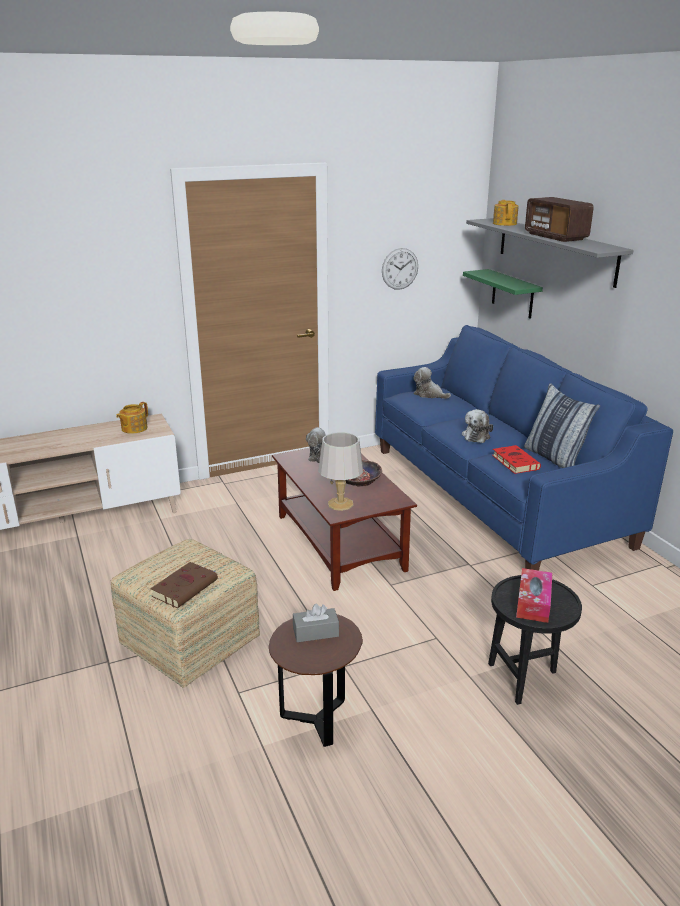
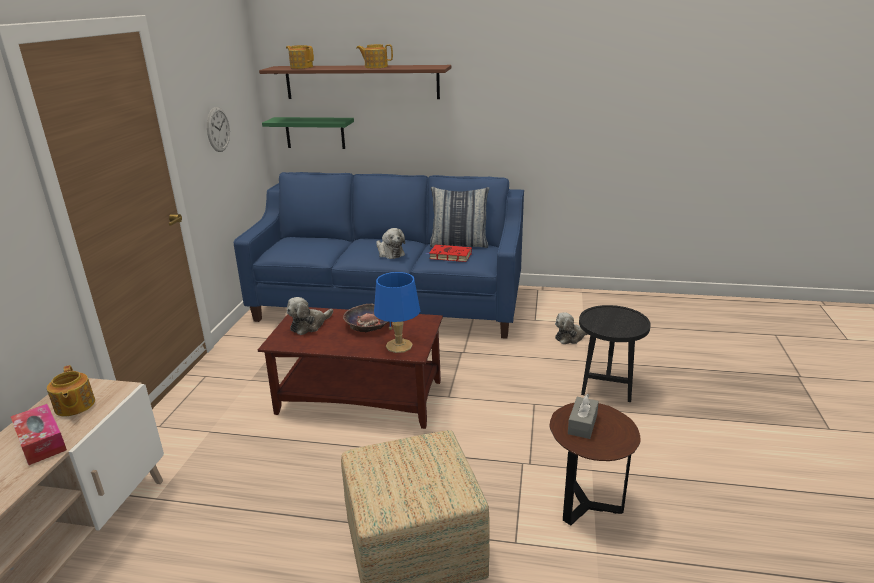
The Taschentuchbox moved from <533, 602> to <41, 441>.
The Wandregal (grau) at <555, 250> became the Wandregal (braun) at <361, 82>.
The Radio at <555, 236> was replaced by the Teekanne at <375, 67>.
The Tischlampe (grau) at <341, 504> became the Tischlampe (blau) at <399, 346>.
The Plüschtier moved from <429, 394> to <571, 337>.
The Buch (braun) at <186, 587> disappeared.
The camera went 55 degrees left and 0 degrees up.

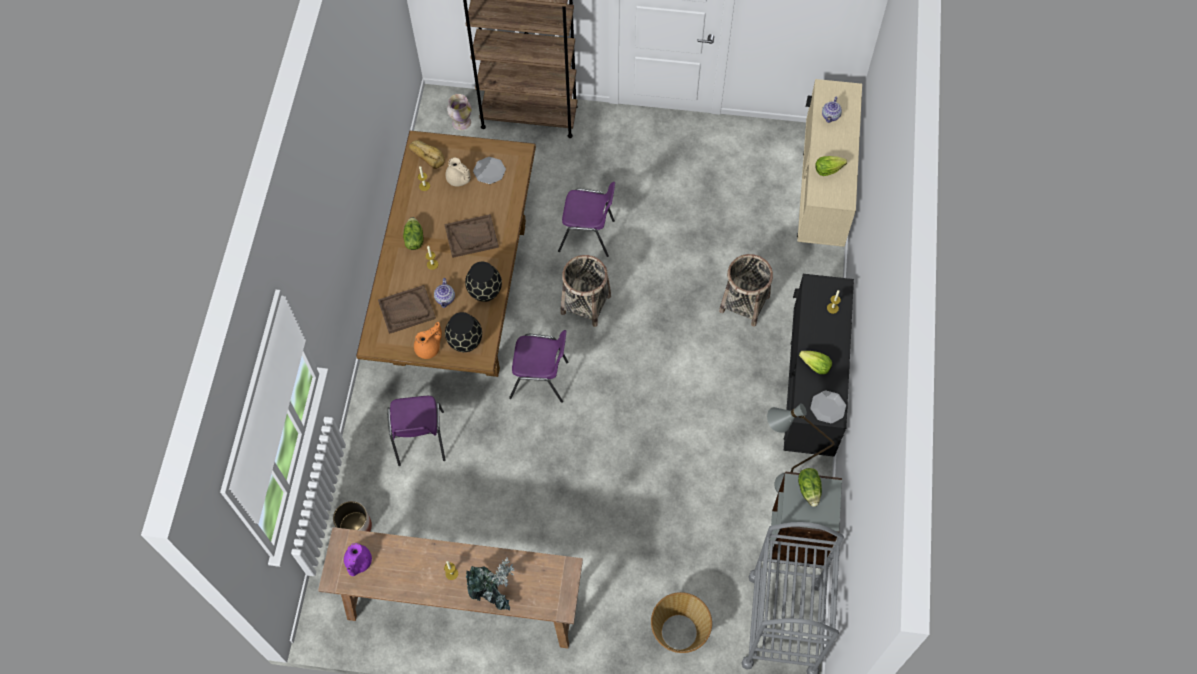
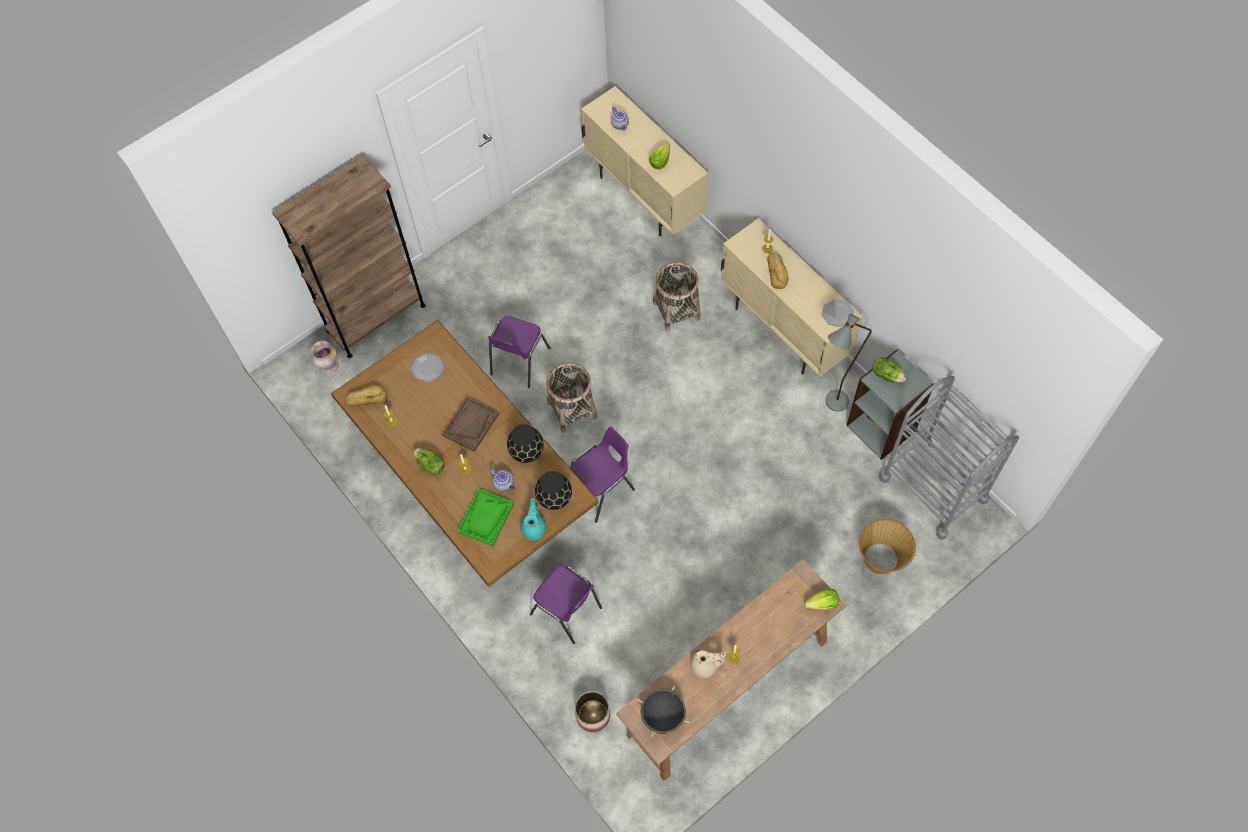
The Tablett (braun) at <406, 310> became the Tablett (grün) at <486, 518>.
The Stuhl (lila) at <588, 236> turned 150 degrees clockwise.
The Teekanne (orange) at <429, 348> became the Teekanne (türkis) at <534, 528>.
The Teekanne (lila) at <358, 562> was replaced by the Kochtopf (schwarz) at <663, 717>.
The Teekanne (beige) moved from <459, 179> to <705, 666>.
The Schrank (schwarz) at <809, 394> became the Schrank (beige) at <783, 330>.
The Brot at <777, 272> appeared.
The Salatkopf moved from <815, 366> to <822, 603>.
The Topfpflanze at <493, 593> disappeared.
The camera went 45 degrees left and 0 degrees up.

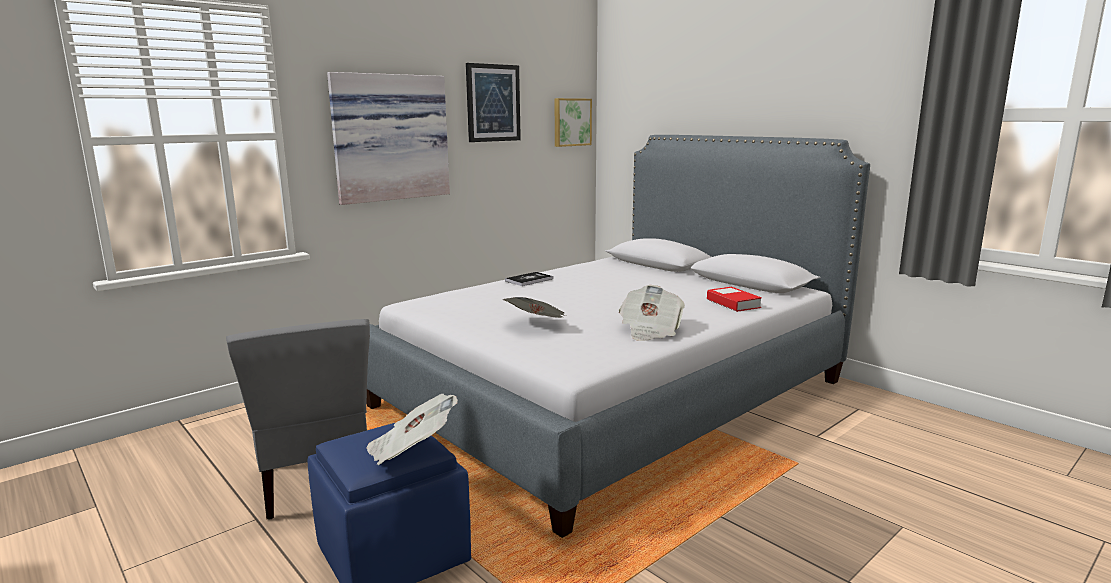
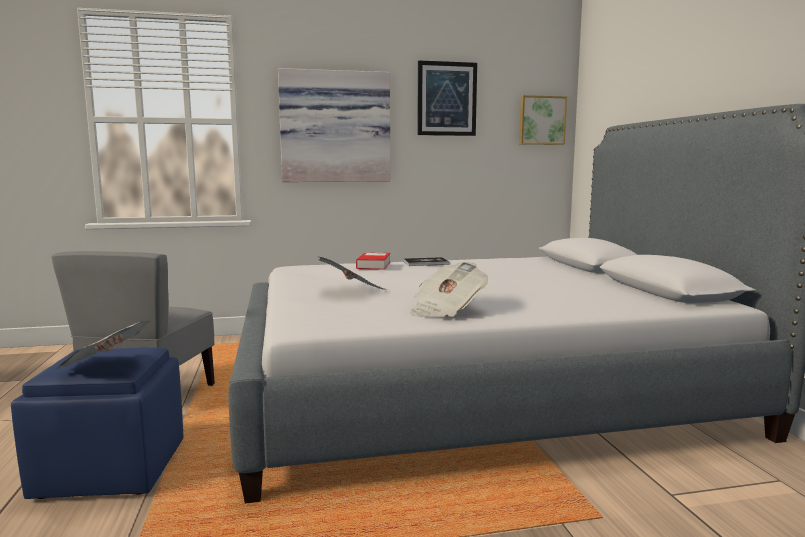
The Buch moved from <733, 303> to <373, 265>.
The camera went 30 degrees right and 5 degrees down.

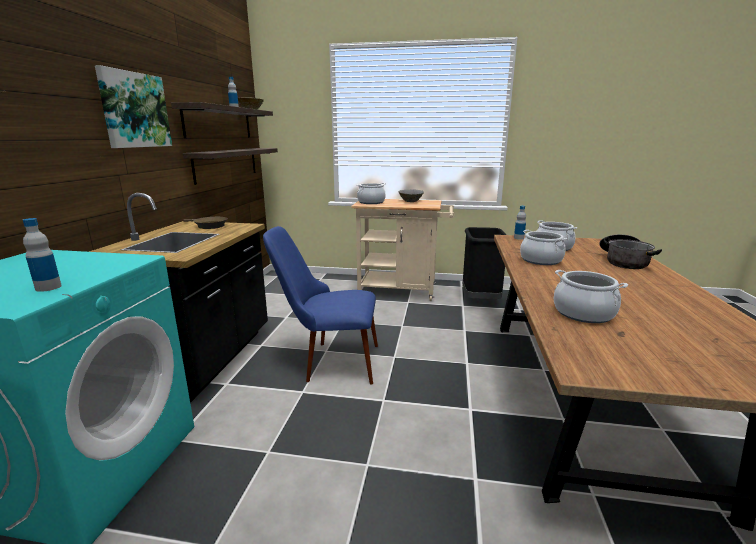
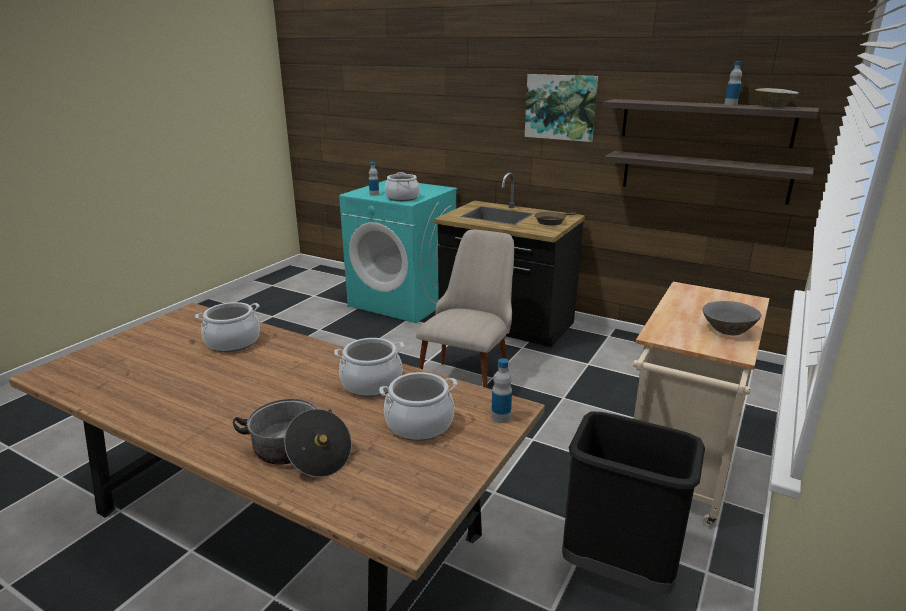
The Kochtopf moved from <371, 202> to <402, 198>.
The Stuhl (blau) at <328, 361> became the Stuhl (beige) at <469, 376>.
The camera went 110 degrees right and 5 degrees up.

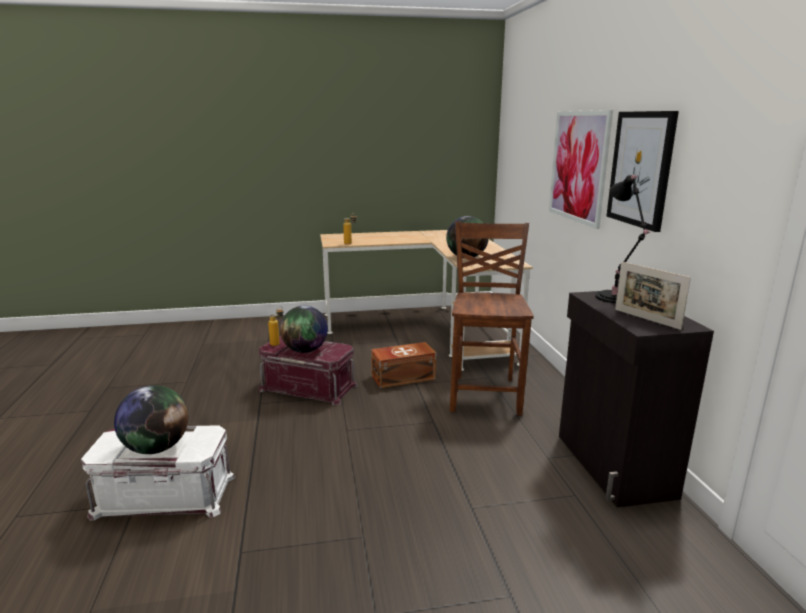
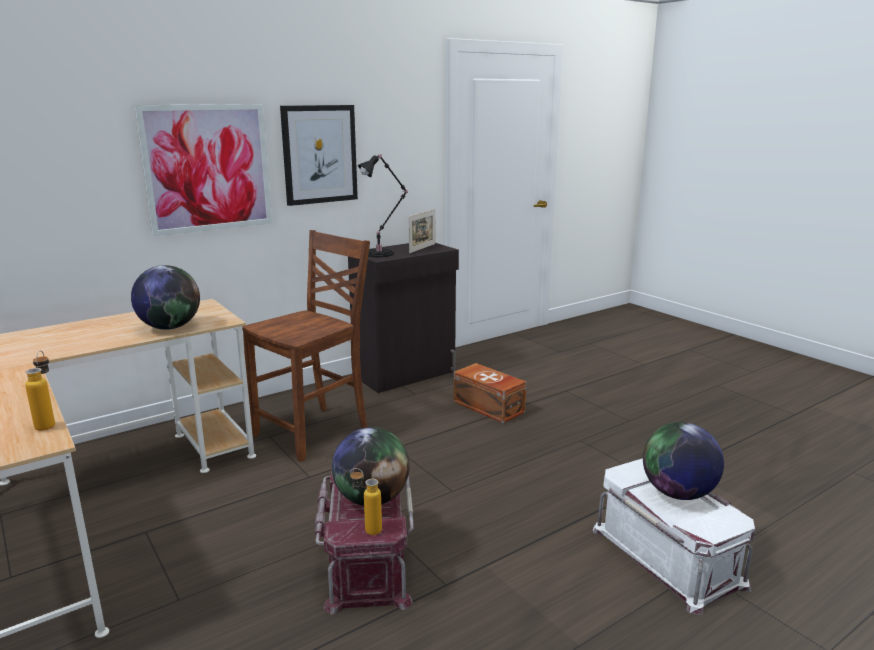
The Stuhl (braun) at <485, 394> turned 150 degrees clockwise.
The Aufbewahrungsbox (braun) moved from <402, 377> to <488, 407>.
The camera went 115 degrees left and 0 degrees up.

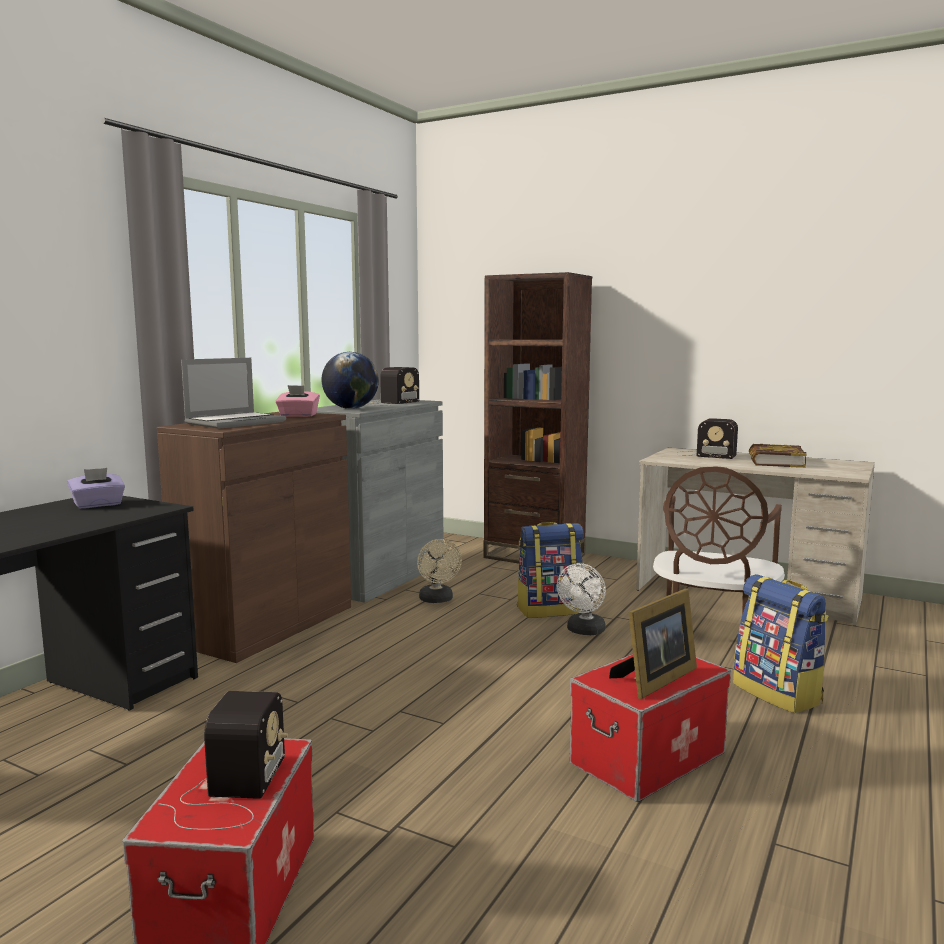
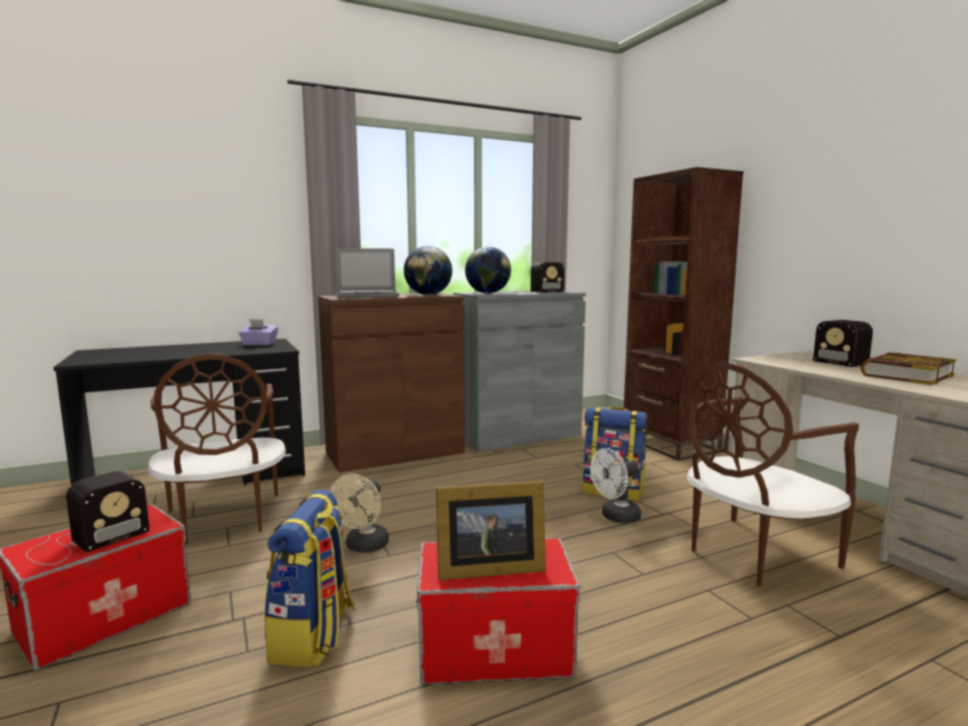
The Stuhl (braun) at <224, 520> appeared.
The Rucksack moved from <778, 693> to <313, 636>.
The Ventilator (beige) moved from <437, 600> to <364, 547>.
The Taschentuchbox (rosa) at <298, 415> was replaced by the Globus at <428, 295>.
The camera went 35 degrees right and 0 degrees up.

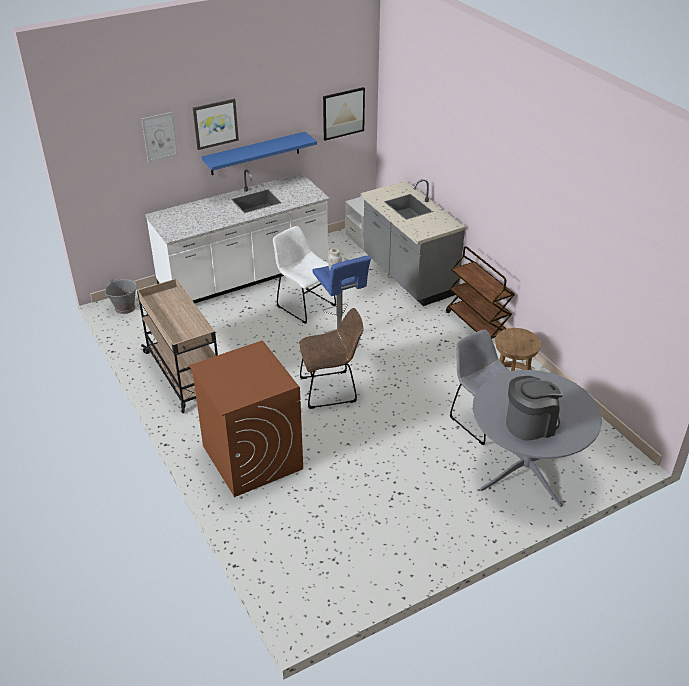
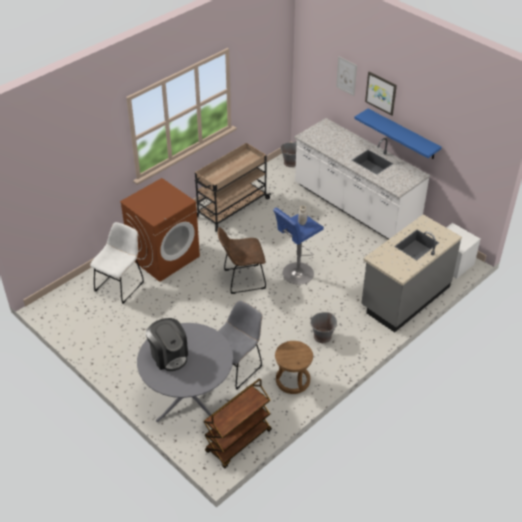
The Stuhl (weiß) moved from <304, 305> to <121, 285>.
The Rollwagen (braun) moved from <477, 325> to <238, 442>.
The Stuhl (braun) at <331, 389> turned 105 degrees clockwise.
The Eimer (grau) at <322, 336> appeared.
The Bild at <343, 113> disappeared.
The camera went 75 degrees right and 5 degrees up.

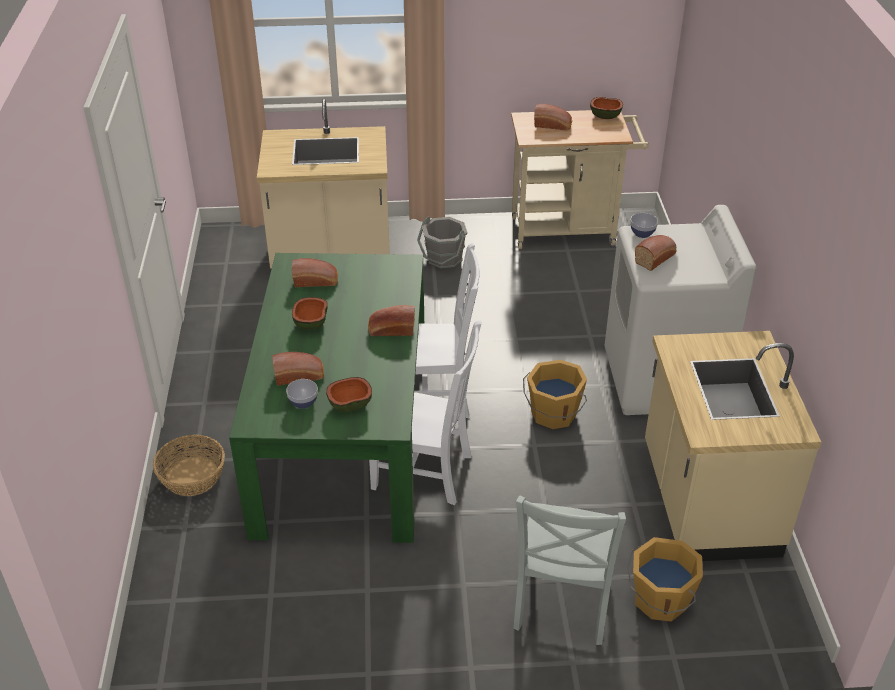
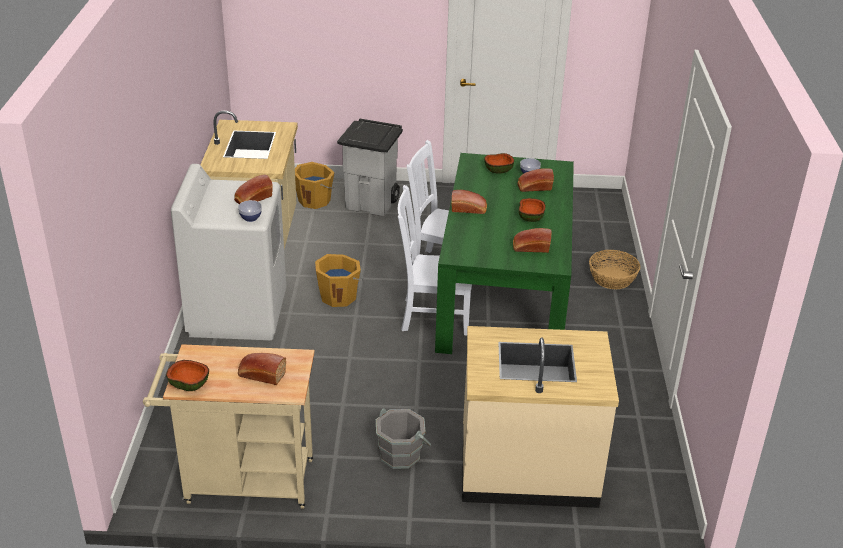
The Stuhl (grau) at <562, 603> was replaced by the Mülleimer (grau) at <372, 203>.
The camera went 175 degrees left and 5 degrees down.

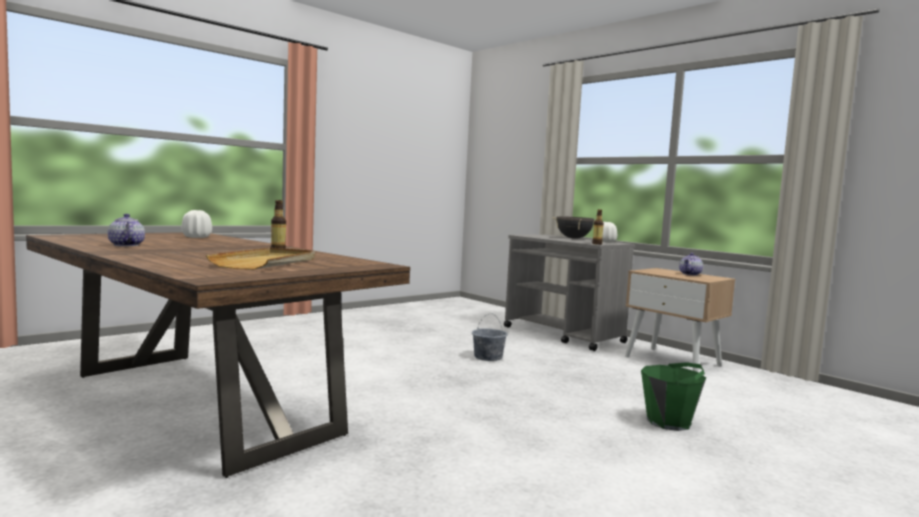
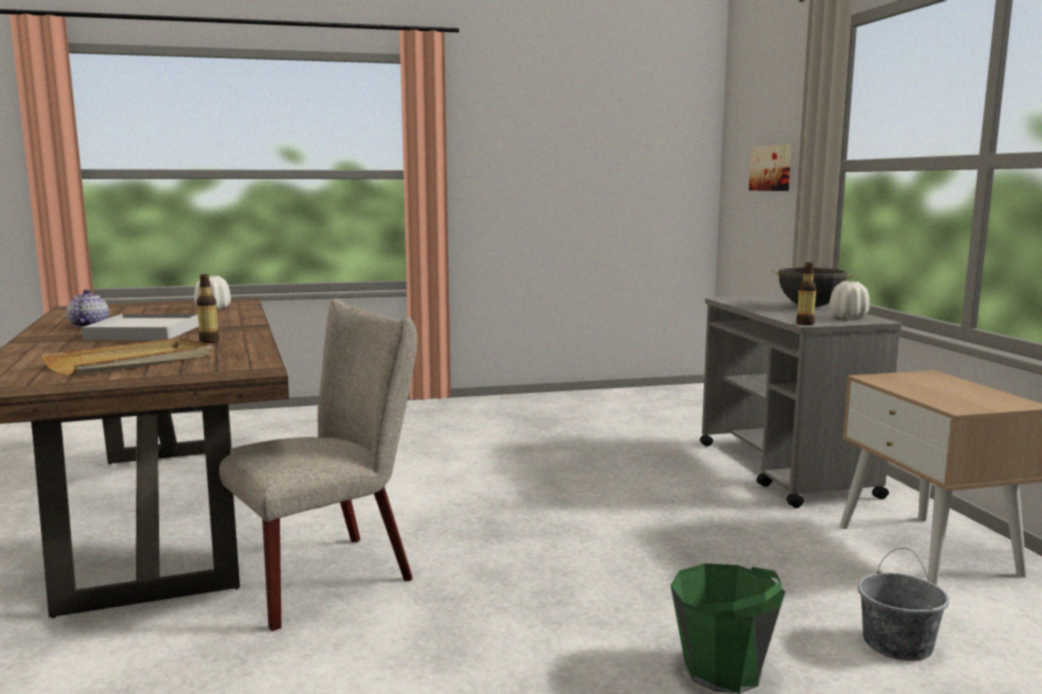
The Tablett (weiß) at <144, 332> appeared.
The Stuhl (beige) at <329, 574> appeared.
The Bild at <772, 168> appeared.
The Eimer (grau) moved from <488, 357> to <897, 643>.
The Teekanne at <690, 274> disappeared.
The camera went 30 degrees right and 5 degrees up.

